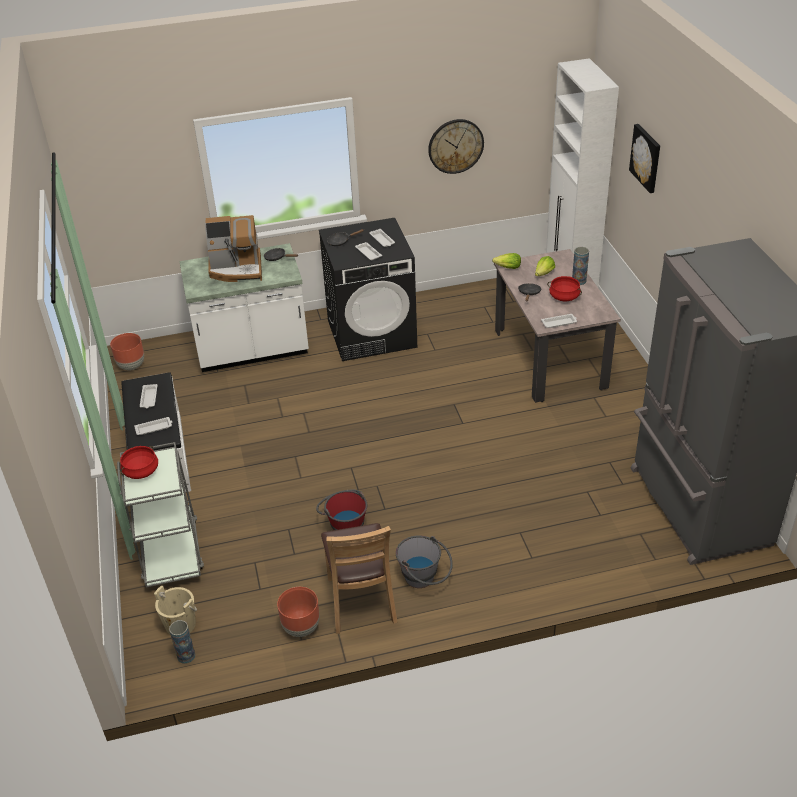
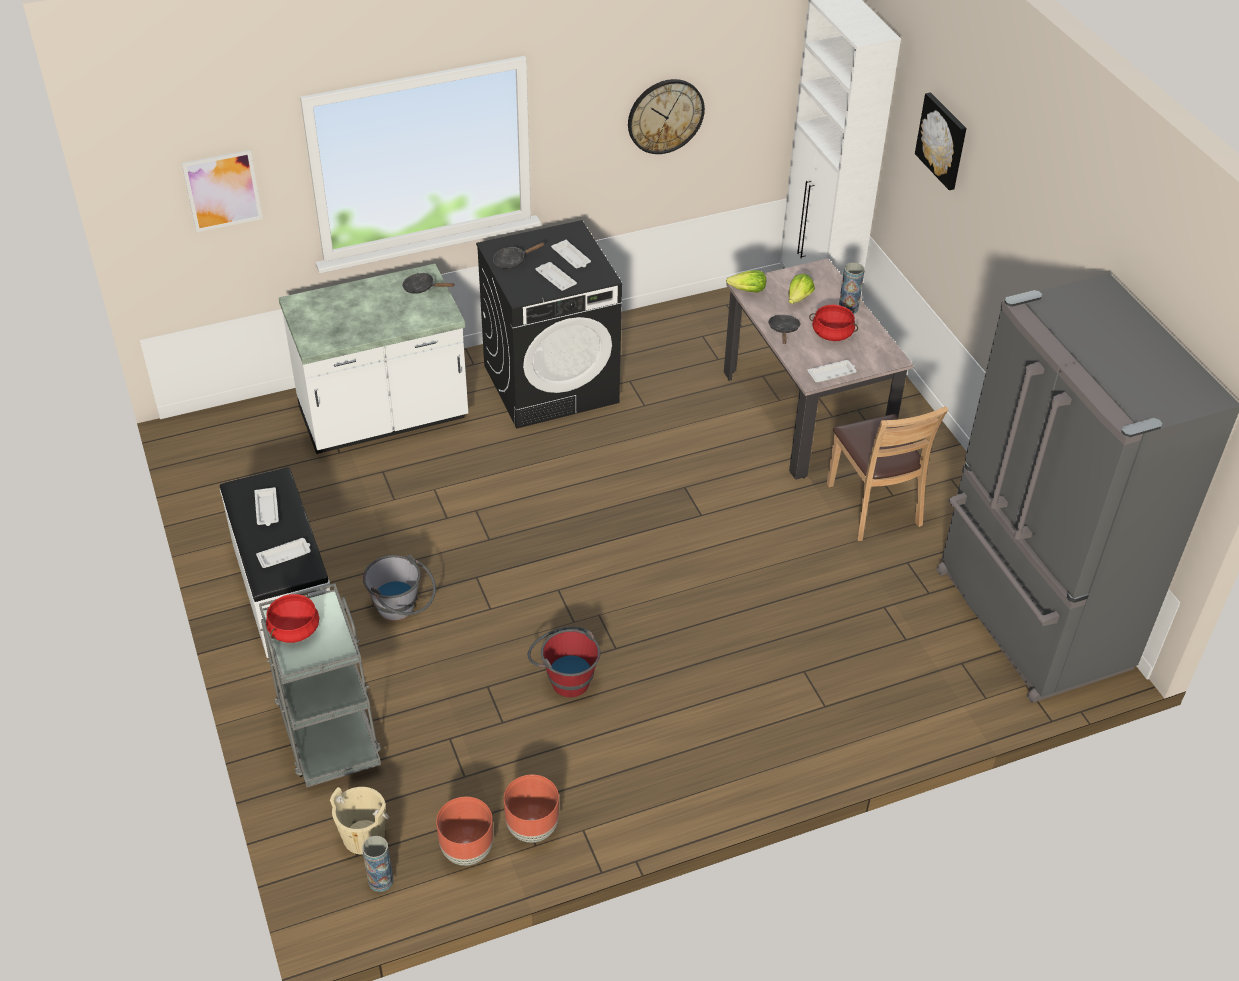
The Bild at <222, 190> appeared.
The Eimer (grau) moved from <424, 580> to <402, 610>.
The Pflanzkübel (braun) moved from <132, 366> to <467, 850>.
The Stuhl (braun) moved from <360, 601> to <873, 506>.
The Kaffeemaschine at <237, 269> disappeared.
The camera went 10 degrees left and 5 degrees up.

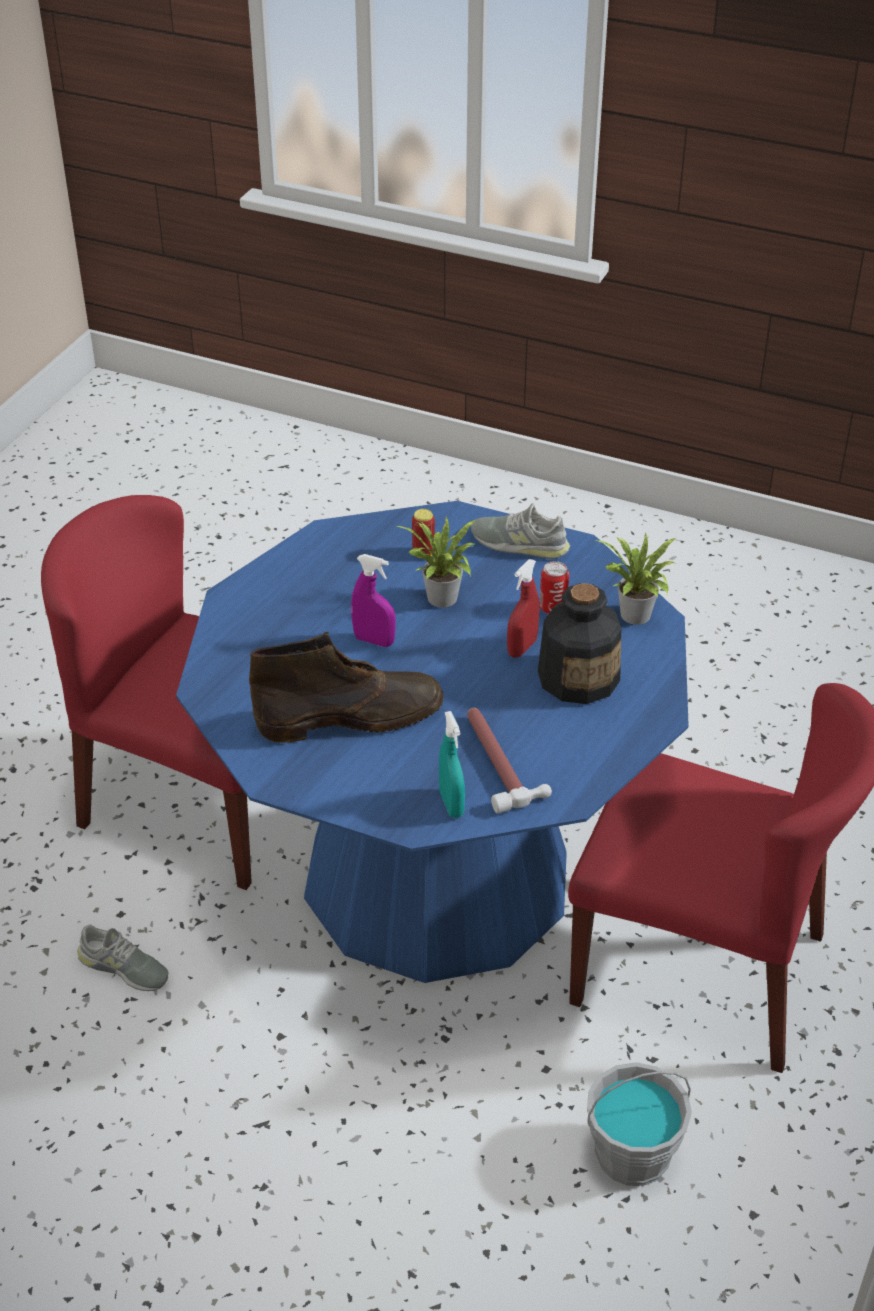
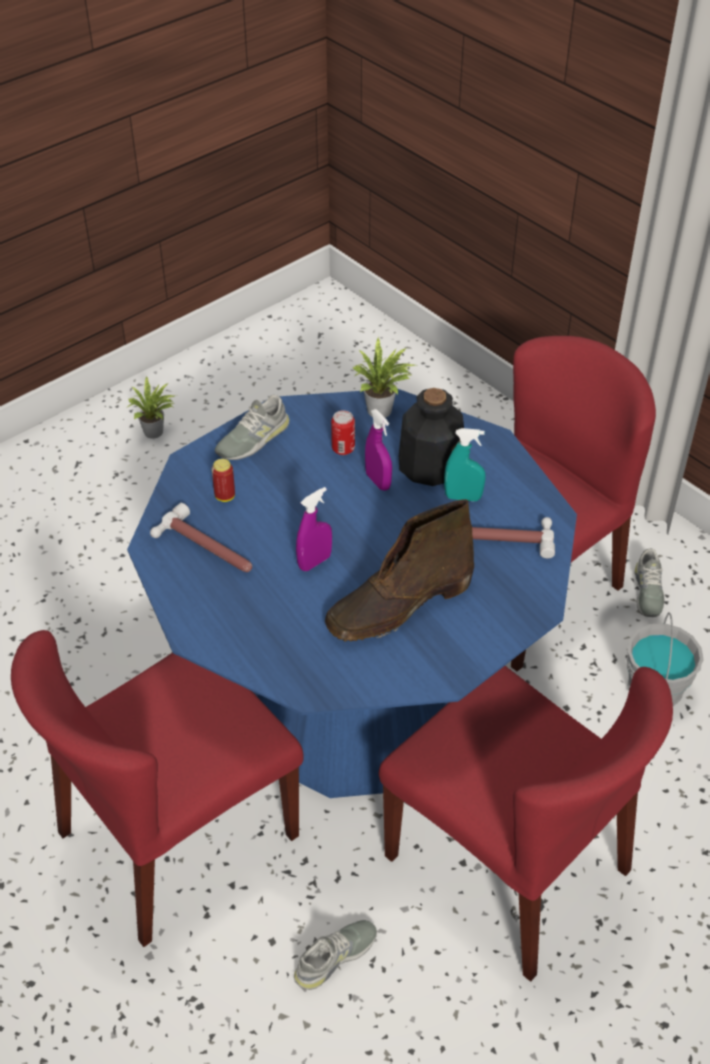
The Topfpflanze moved from <442, 600> to <155, 433>.
The Hammer at <206, 549> appeared.
The Stiefel (braun) at <351, 716> turned 135 degrees counterclockwise.
The Sprühflasche (rot) at <522, 648> became the Sprühflasche (lila) at <378, 481>.
The Stuhl (rot) at <508, 864> appeared.
The Sprühflasche (türkis) moved from <451, 804> to <463, 497>.
The Schuh (grau) at <647, 591> appeared.
The camera went 65 degrees left and 5 degrees up.

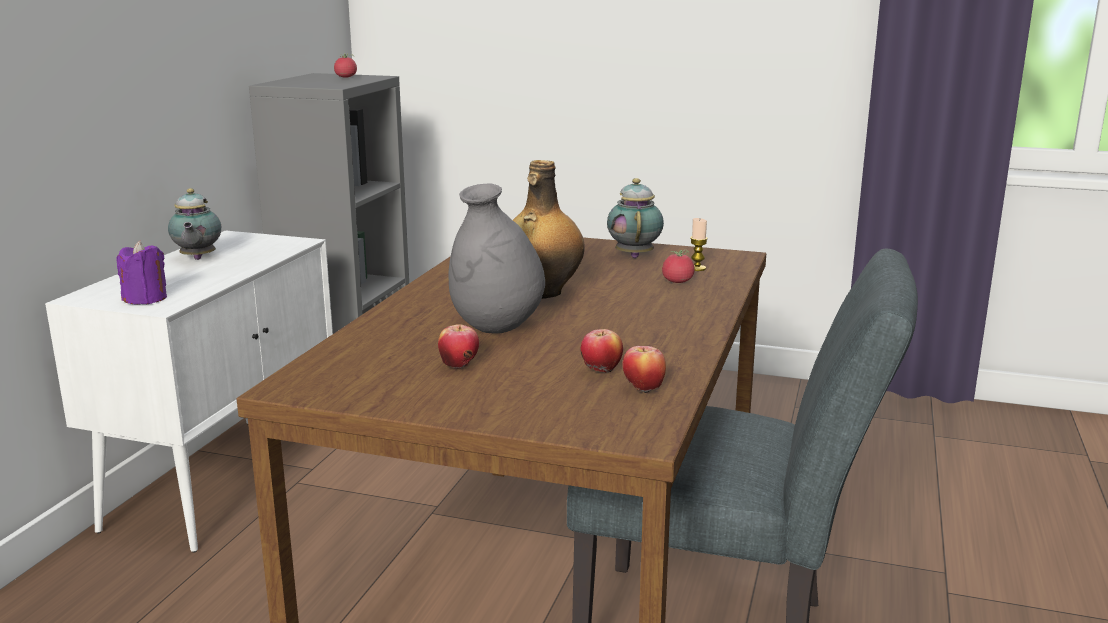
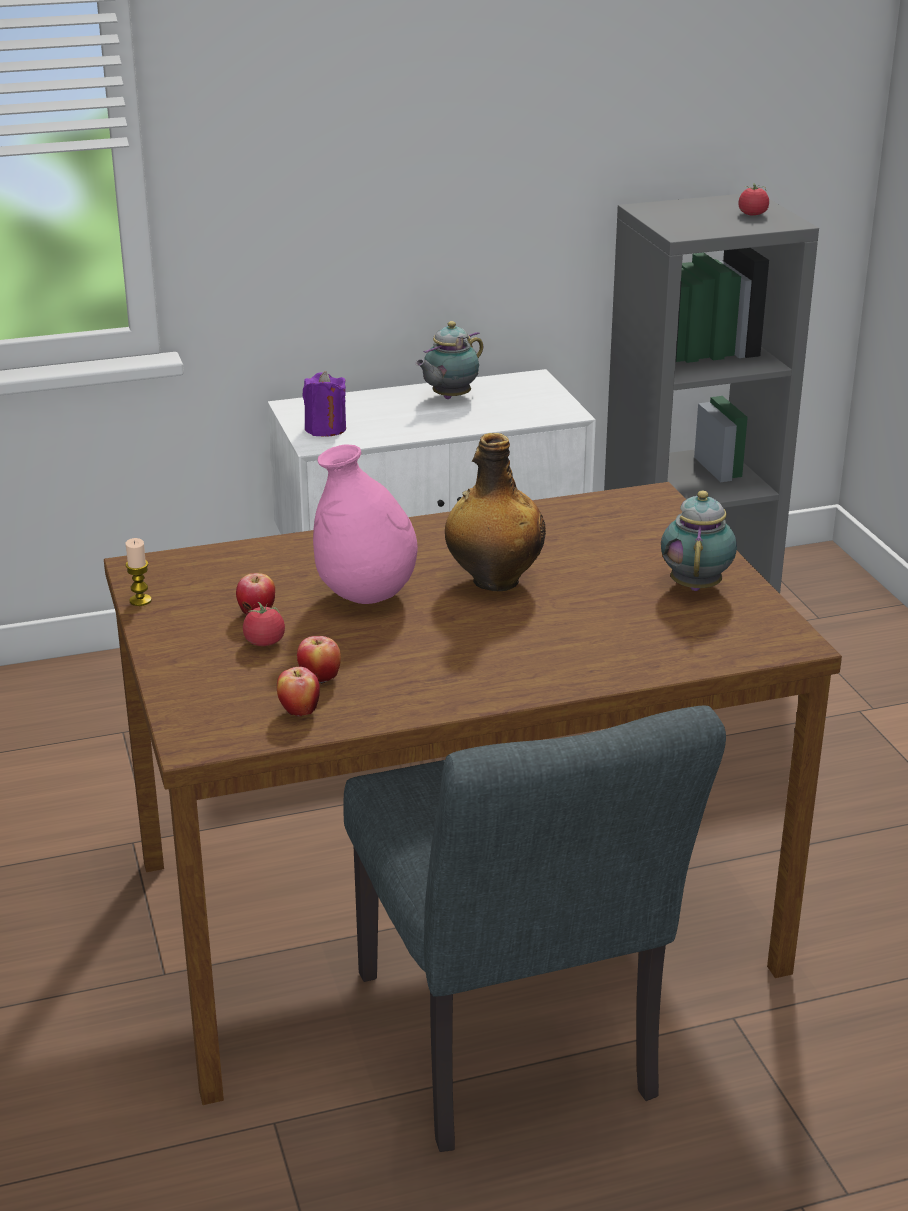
The Kerze moved from <697, 268> to <140, 600>.
The Tomate moved from <677, 281> to <264, 642>.
The Vase (grau) at <496, 328> became the Vase (rosa) at <366, 596>.
The Teekanne at <634, 255> turned 45 degrees counterclockwise.
The camera went 55 degrees right and 10 degrees up.

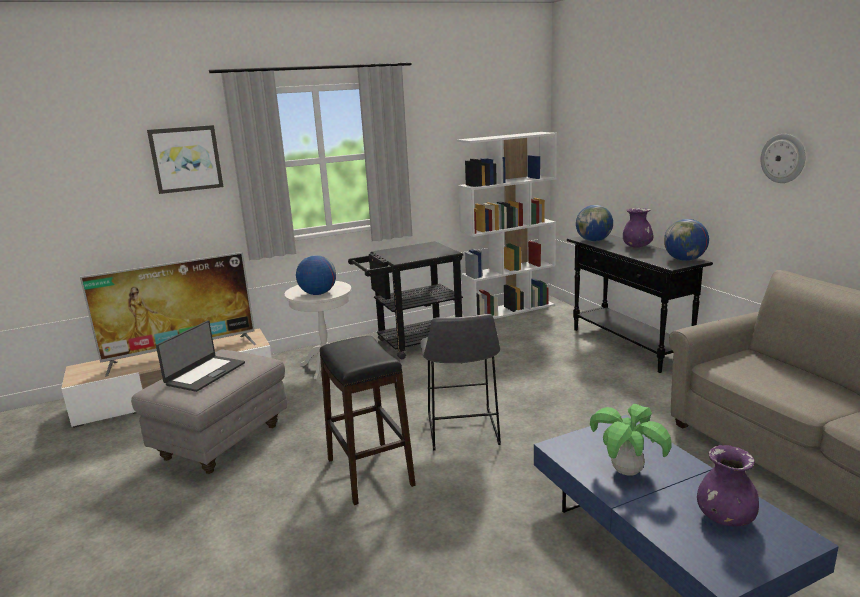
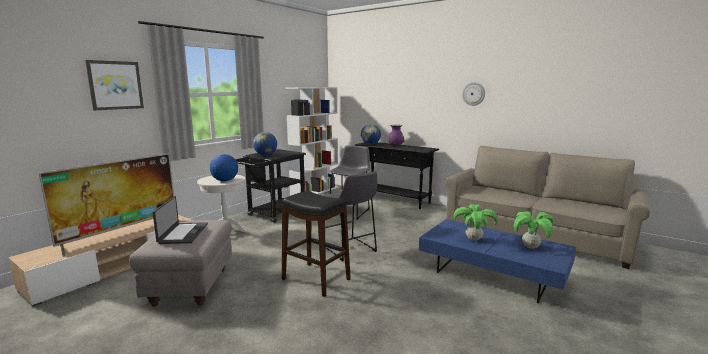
The Globus moved from <684, 260> to <265, 155>.
The Hocker (grau) at <350, 211> appeared.
The Vase (lila) at <725, 518> was replaced by the Topfpflanze at <530, 247>.
The camera went 30 degrees left and 5 degrees down.

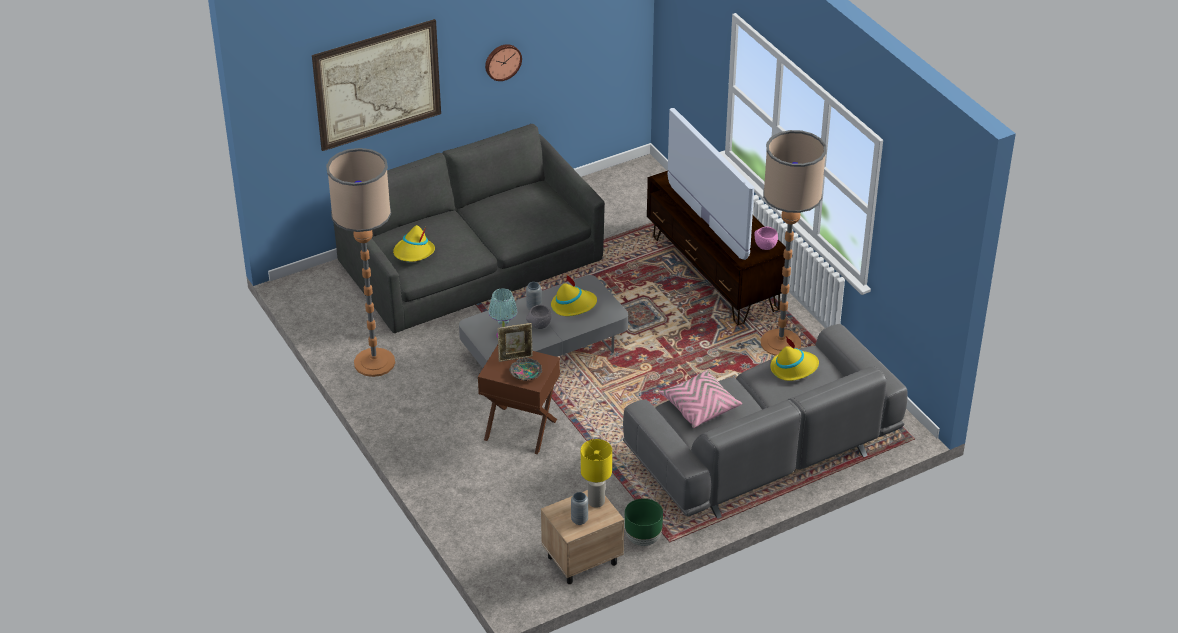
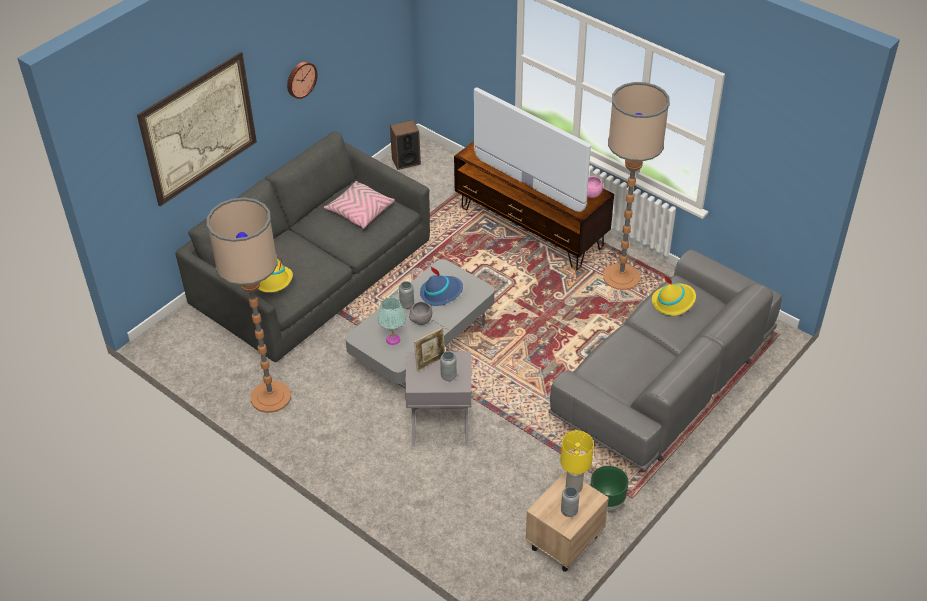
The Kissen (rosa) moved from <699, 407> to <360, 211>.
The Lautsprecher at <406, 161> appeared.
The Beistelltisch (braun) at <520, 430> became the Beistelltisch (grau) at <440, 426>.
The Hut (gelb) at <573, 305> became the Hut (blau) at <441, 293>.
The Schüssel at <526, 373> was replaced by the Vase (grau) at <448, 376>.
The camera went 20 degrees left and 5 degrees up.

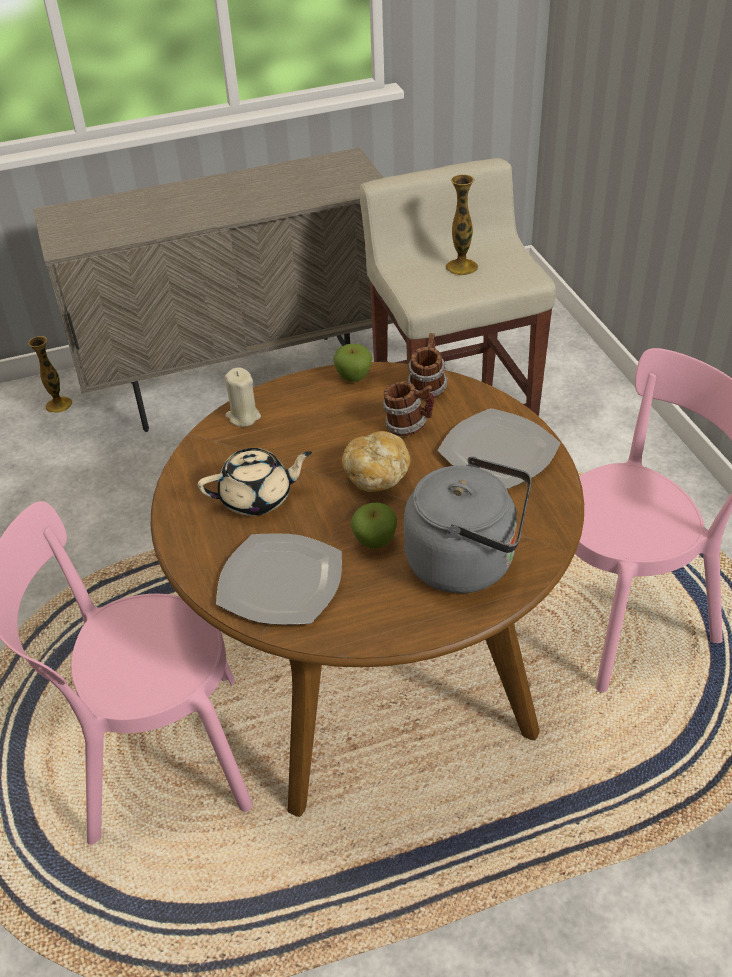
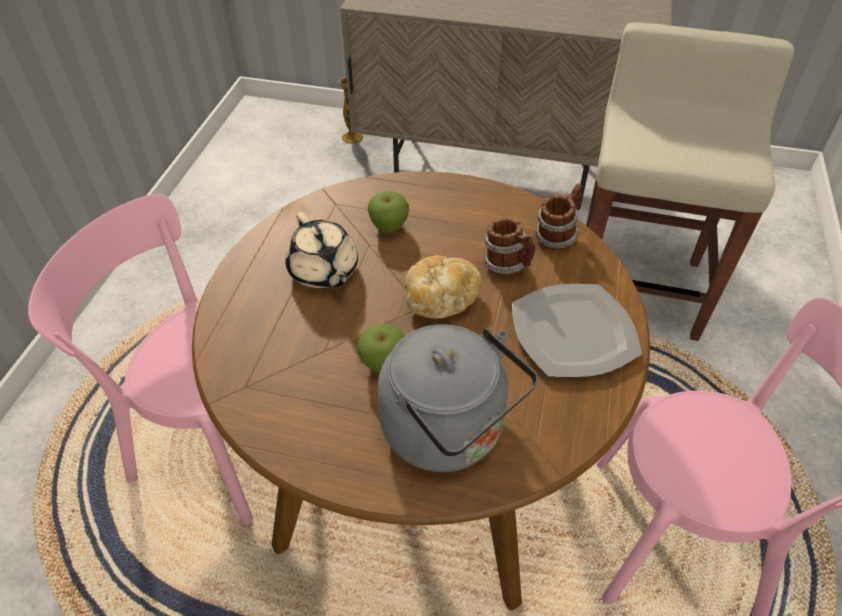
The Teekanne (beige) at <257, 498> turned 45 degrees clockwise.
The Apfel moved from <353, 377> to <389, 227>.
The Teller at <280, 581> disappeared.
The Kerze (beige) at <243, 416> disappeared.
The Vase at <461, 267> disappeared.
The camera went 30 degrees right and 5 degrees up.

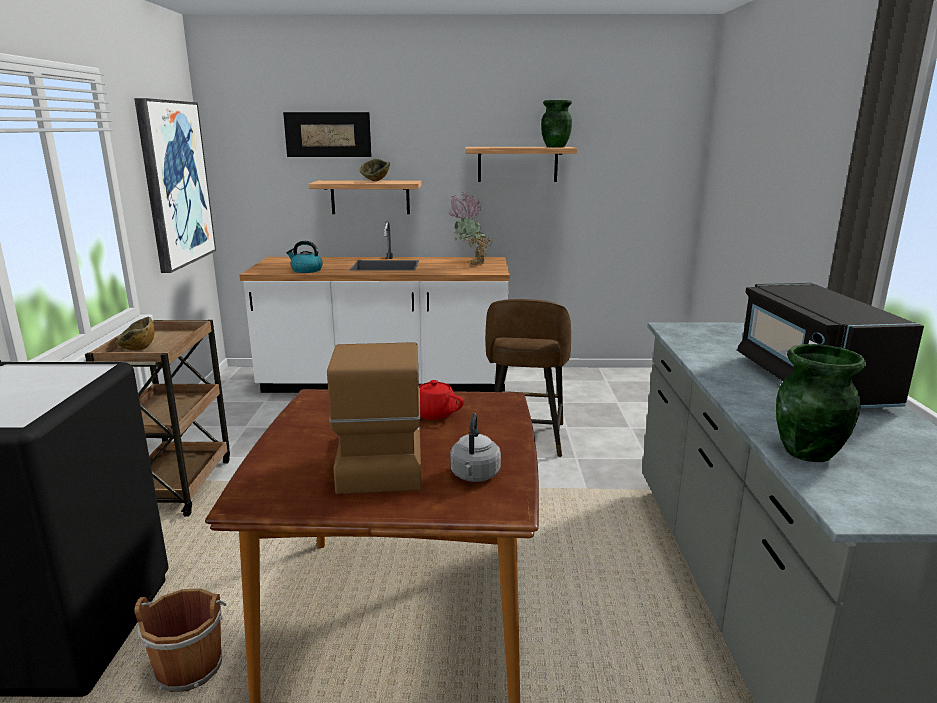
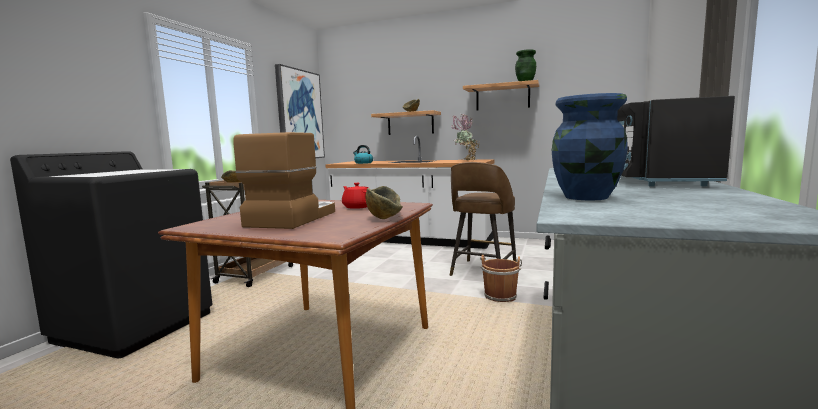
The Schüssel at <385, 218> appeared.
The Eimer (braun) moved from <189, 666> to <500, 296>.
The Vase (grün) at <808, 453> became the Vase (blau) at <586, 197>.
The Bild at <328, 134> disappeared.
The Wasserkessel (grau) at <475, 476> disappeared.
The camera went 20 degrees right and 10 degrees down.

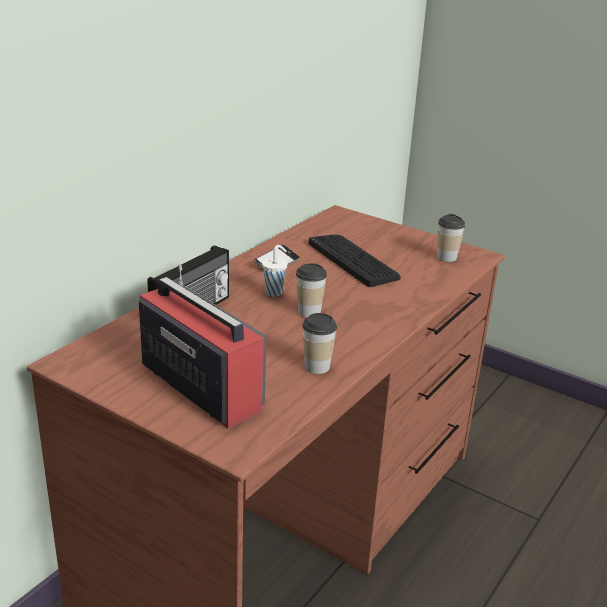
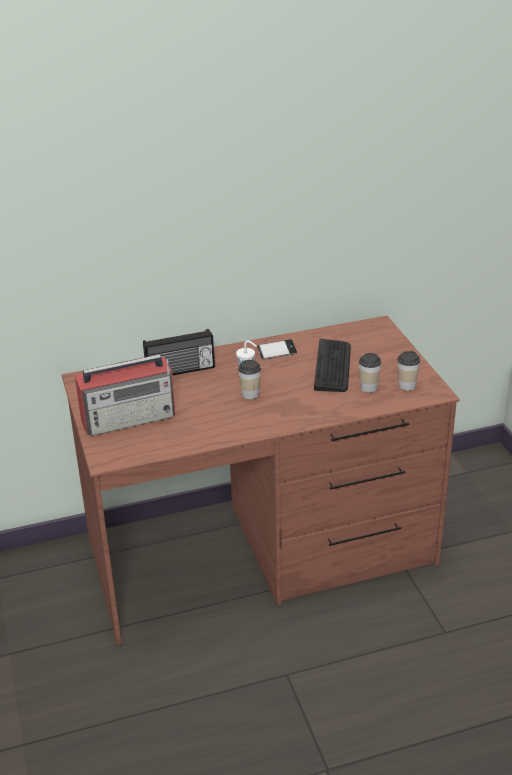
The Radio at <200, 385> turned 75 degrees clockwise.
The Tasse moved from <317, 366> to <368, 387>.
The camera went 40 degrees right and 5 degrees up.

